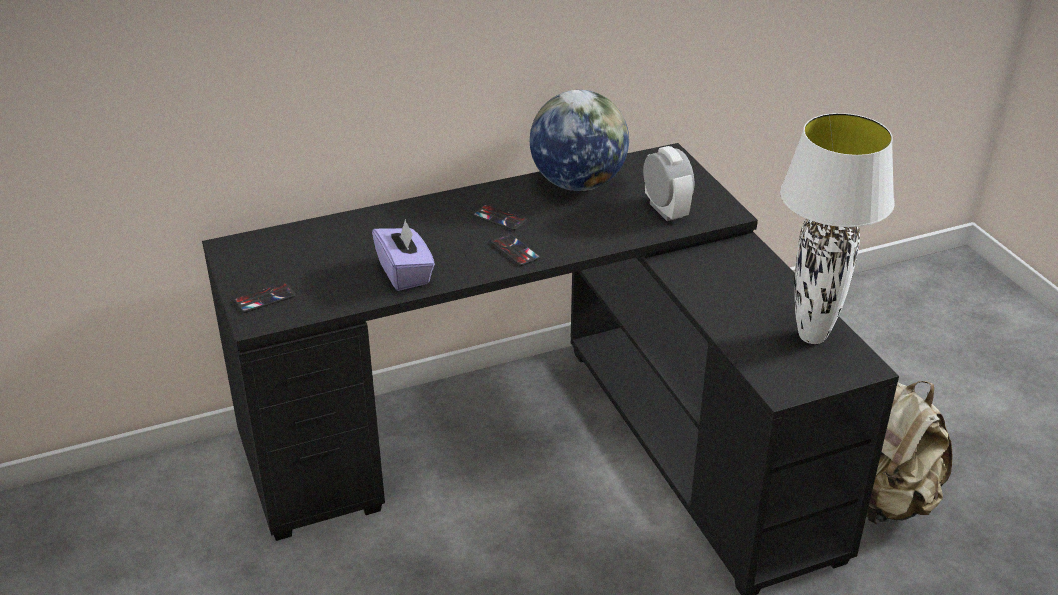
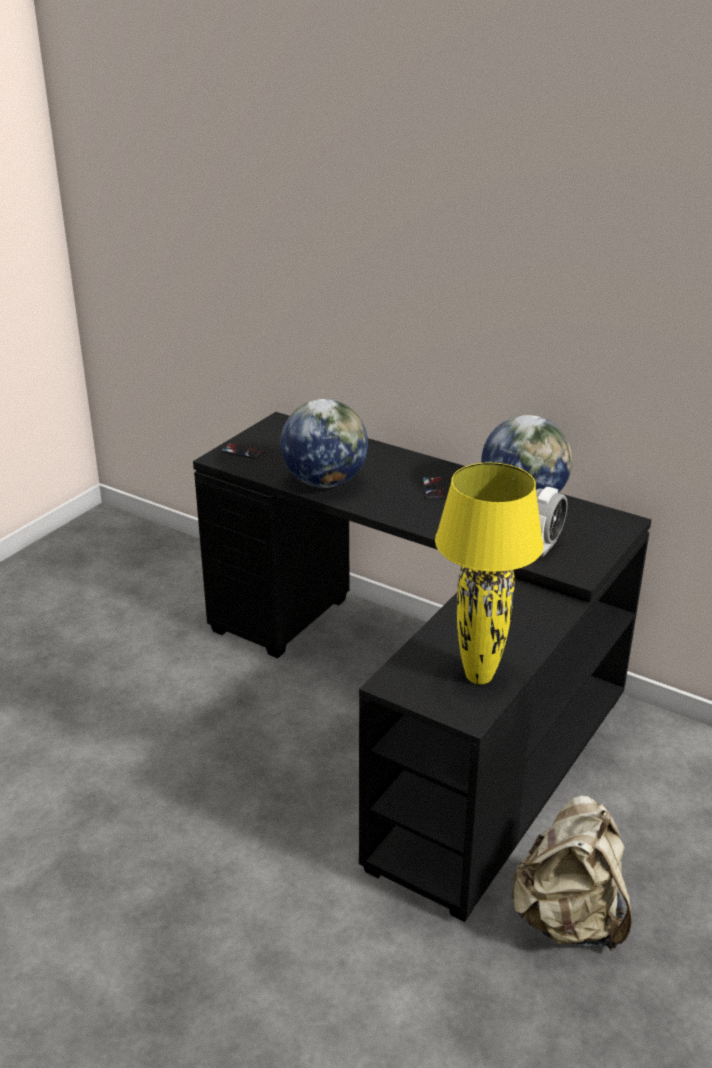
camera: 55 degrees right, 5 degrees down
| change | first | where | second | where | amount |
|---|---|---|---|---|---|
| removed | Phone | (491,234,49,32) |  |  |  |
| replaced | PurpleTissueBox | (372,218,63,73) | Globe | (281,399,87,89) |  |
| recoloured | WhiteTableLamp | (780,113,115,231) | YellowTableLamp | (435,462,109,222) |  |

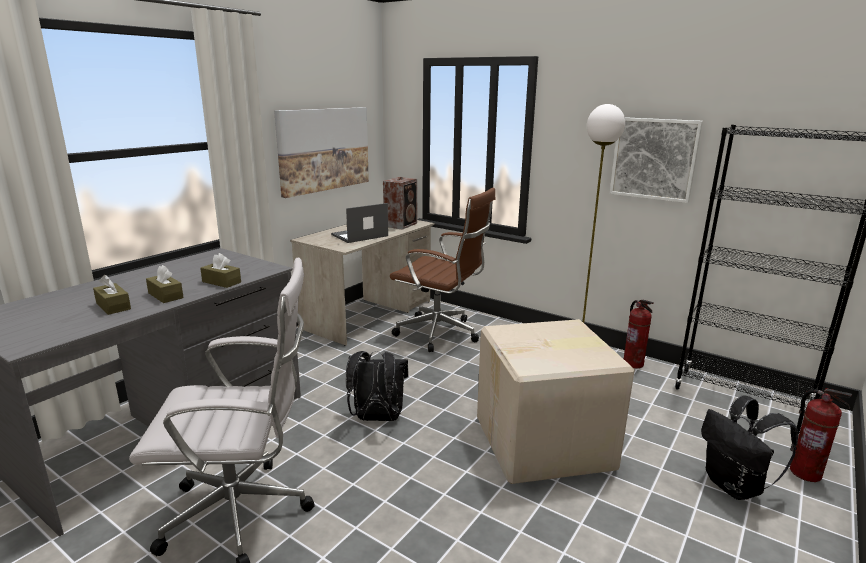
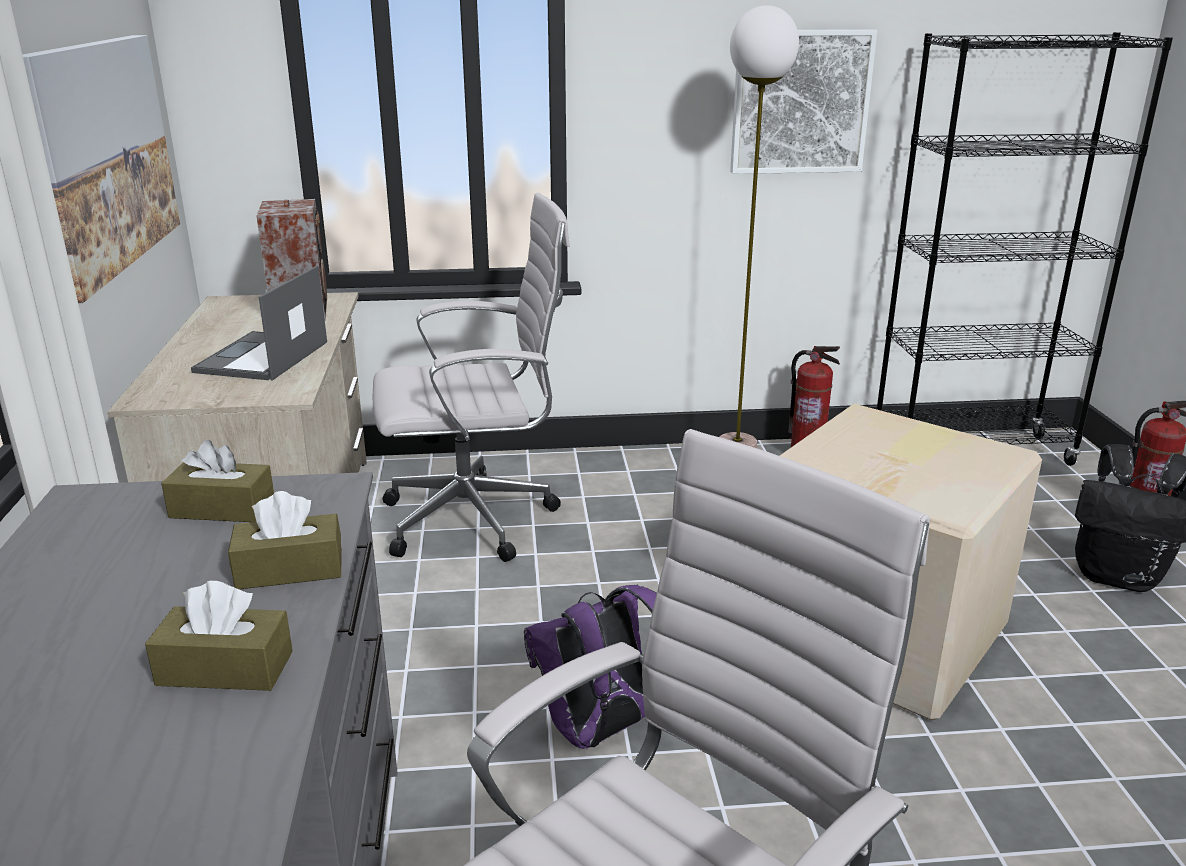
camera: 40 degrees left, 5 degrees up
| change | first | where | second | where | amount |
|---|---|---|---|---|---|
| moved | BrownTissueBox | (93,275,38,40) |  | (161,440,113,82) |  |
| recoloured | BlackBackpack | (346,351,62,70) | PurpleBackpack | (524,585,133,164) |  |
| recoloured | BrownOfficeChair | (390,188,106,164) | WhiteOfficeChair | (373,193,197,369) |  |

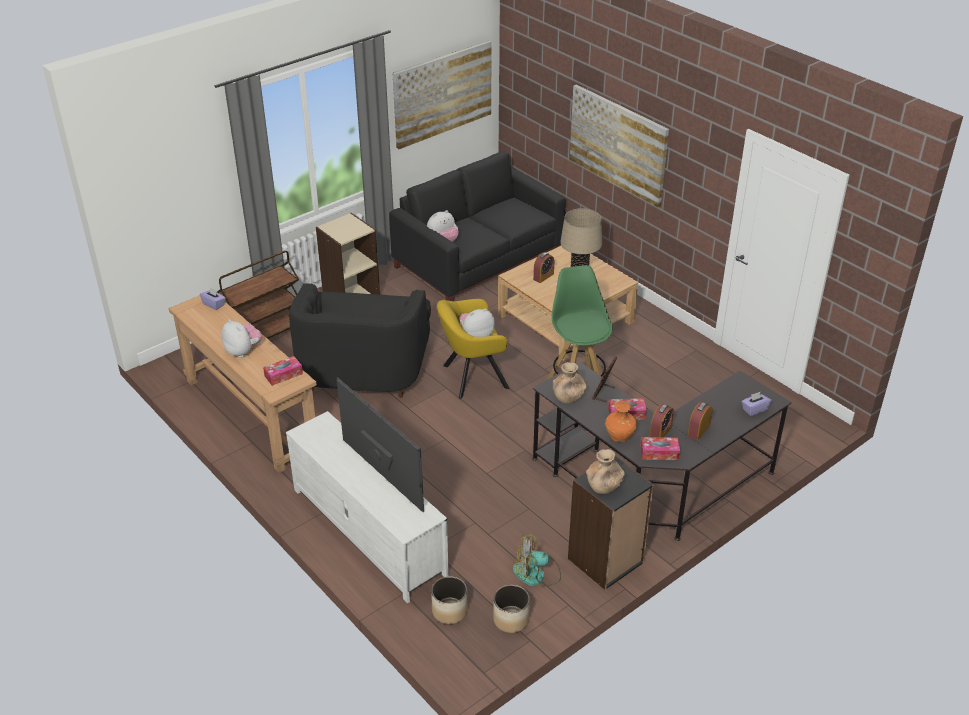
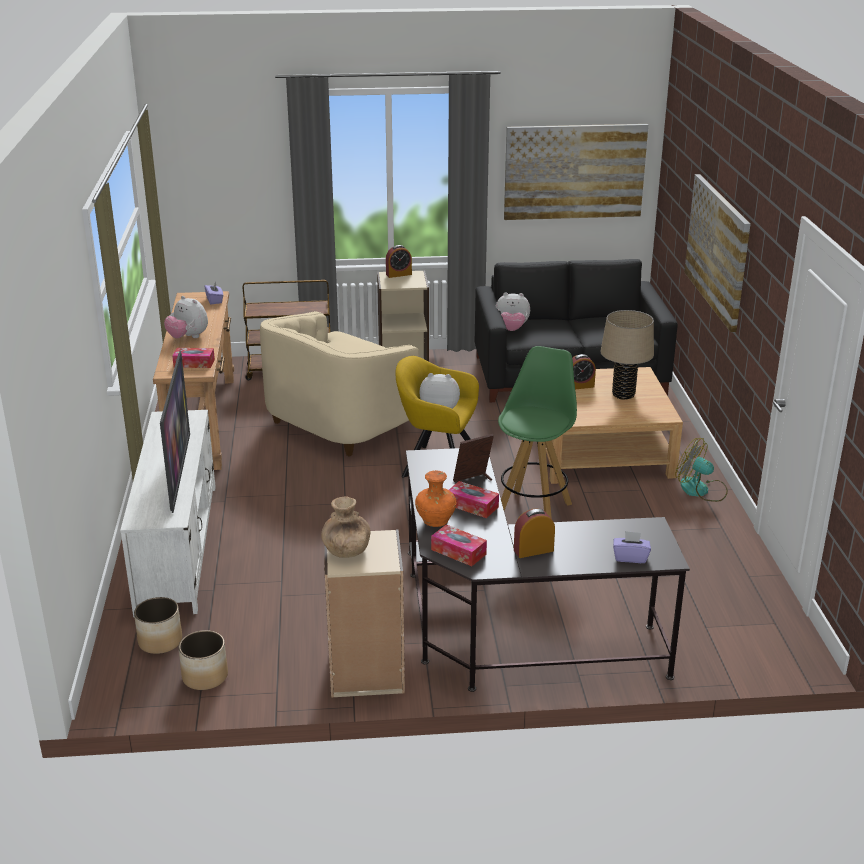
camera: 35 degrees right, 10 degrees down
| change | first | where | second | where | amount |
|---|---|---|---|---|---|
| removed | BrownVase | (553,362,34,41) |  |  |  |
| moved | Fan | (513,533,48,53) |  | (675,438,53,64) |  |
| moved | AlarmClock | (649,404,25,34) |  | (386,245,26,33) |  |
| recoloured | BlackArmchair | (289,283,142,115) | BeigeArmchair | (260,311,159,146) |  |
| recoloured | BlackBookcase | (568,456,86,134) | BeigeBookcase | (324,530,81,168) |  |
| turned | PlushToy | (222,319,40,39) |  | (164,296,44,42) | 135 degrees clockwise |

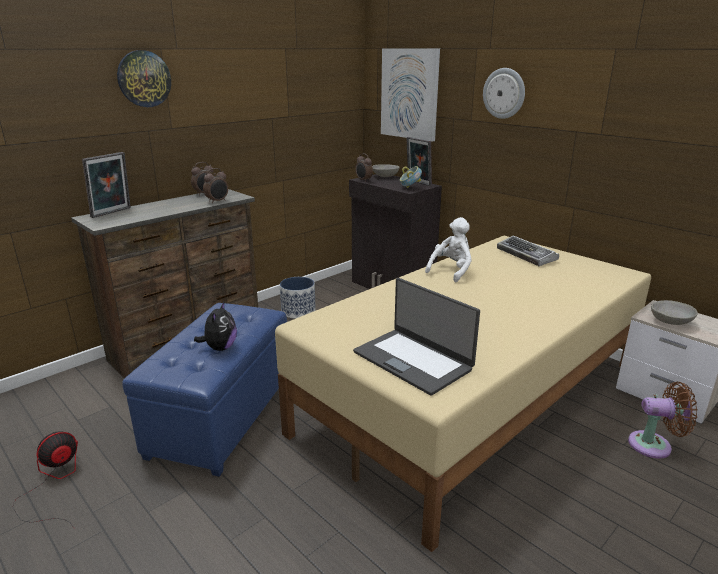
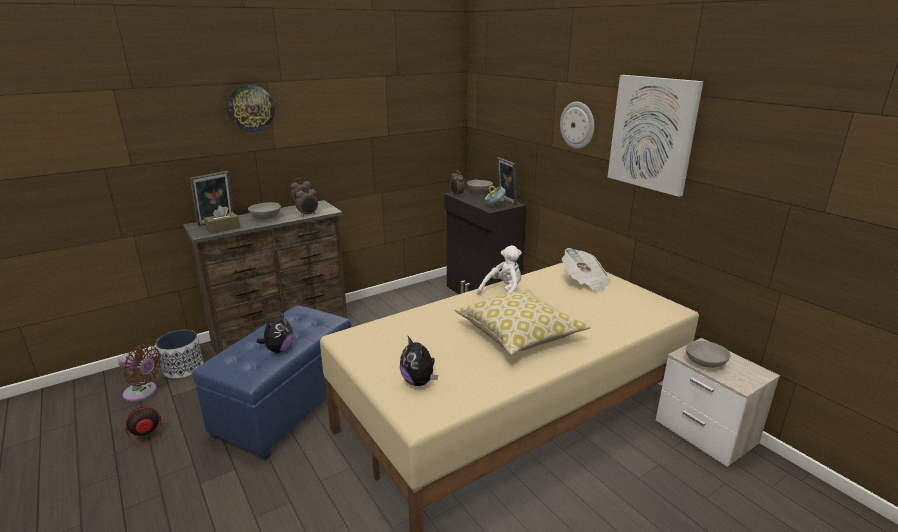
camera: 10 degrees right, 0 degrees up
| change | first | where | second | where | amount |
|---|---|---|---|---|---|
| added |  |  | BrownTissueBox | (204,205,36,29) |  |
| added |  |  | GreyBowl | (248,202,33,17) |  |
| added |  |  | Pillow | (455,289,135,66) |  |
| moved | Planter | (280,277,36,42) |  | (155,330,48,48) |  |
| moved | Picture | (381,48,59,94) |  | (608,75,95,122) |  |
| moved | BrownFan | (628,382,69,76) |  | (118,344,44,58) |  |
| replaced | Laptop | (353,278,127,118) | PlushToy | (400,336,38,50) |  |
| replaced | Keyboard | (497,236,62,30) | Newspaper | (562,248,49,45) |  |

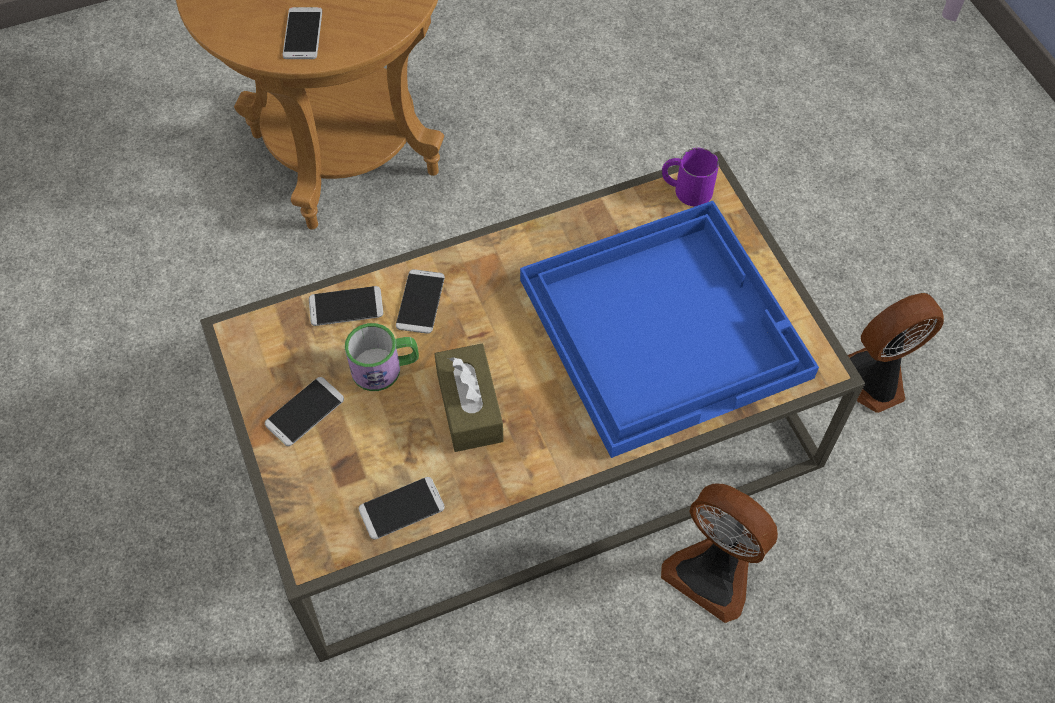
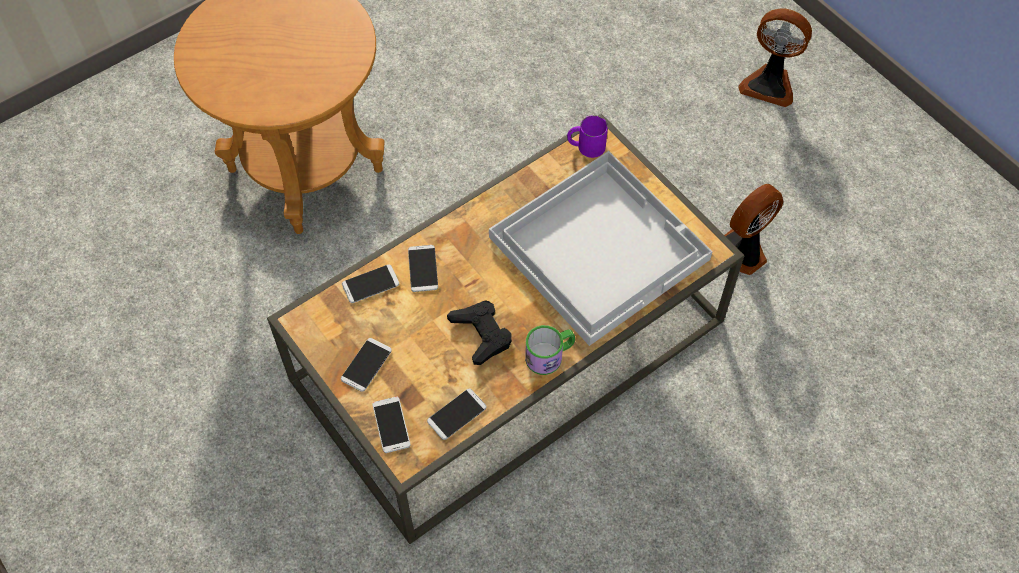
camera: 15 degrees left, 0 degrees up
| change | first | where | second | where | amount |
|---|---|---|---|---|---|
| moved | Phone | (283,7,39,52) |  | (372,397,39,56) |  |
| moved | Mug | (345,323,74,68) |  | (525,325,50,50) |  |
| moved | Fan | (661,484,117,139) |  | (738,8,74,99) |  |
| replaced | BrownTissueBox | (434,344,70,108) | BlackGameController | (447,300,65,65) |  |
| recoloured | BlueTray | (520,201,299,257) | WhiteTray | (489,151,224,195) |  |

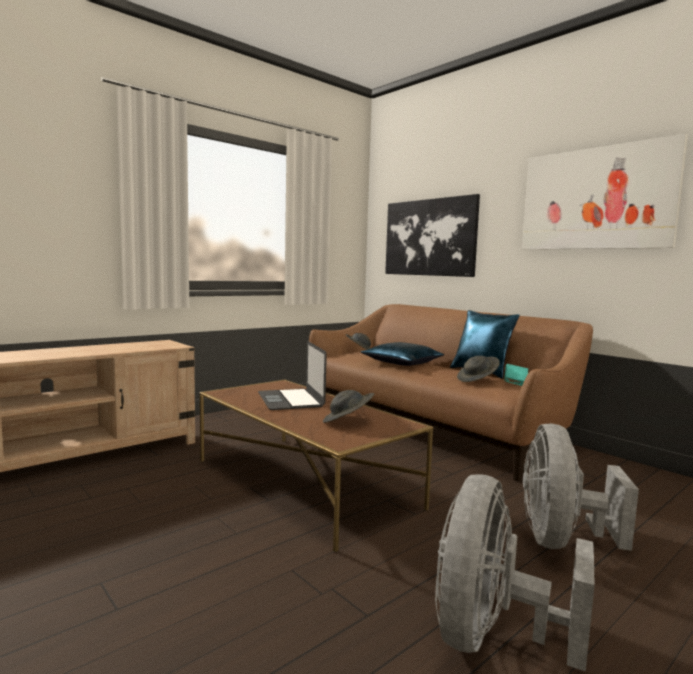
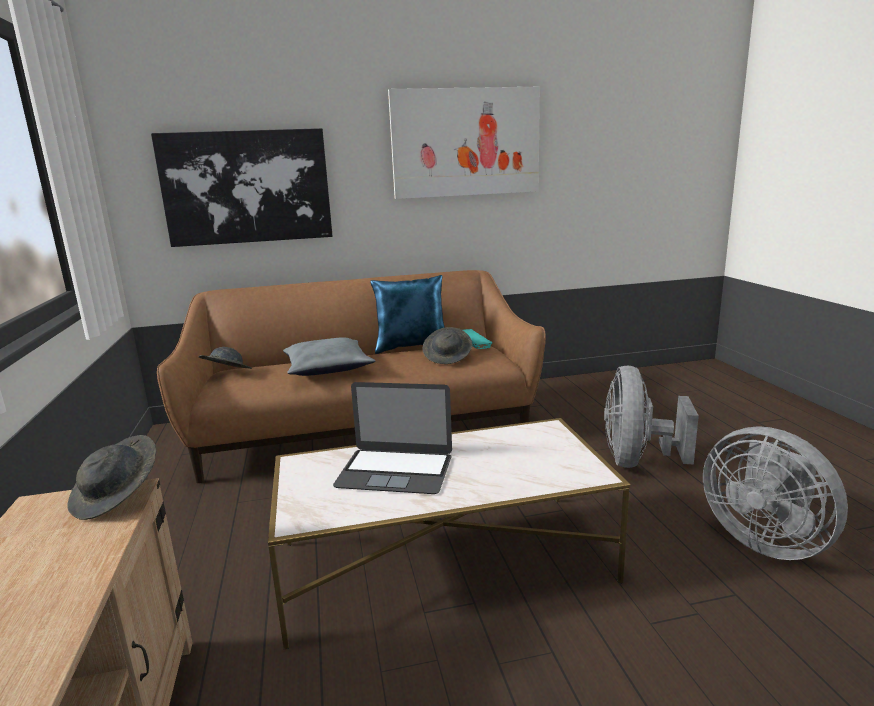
camera: 60 degrees left, 10 degrees up
| change | first | where | second | where | amount |
|---|---|---|---|---|---|
| moved | GreyHat | (323,390,51,33) |  | (68,435,88,85) |  |
| recoloured | BrownCoffeeTable | (200,380,233,173) | WhiteCoffeeTable | (268,418,362,231) |  |
| recoloured | BluePillow | (361,342,83,24) | GreyPillow | (283,337,92,39) |  |
| turned | GreyFan | (523,424,116,127) |  | (604,366,95,102) | 60 degrees clockwise |

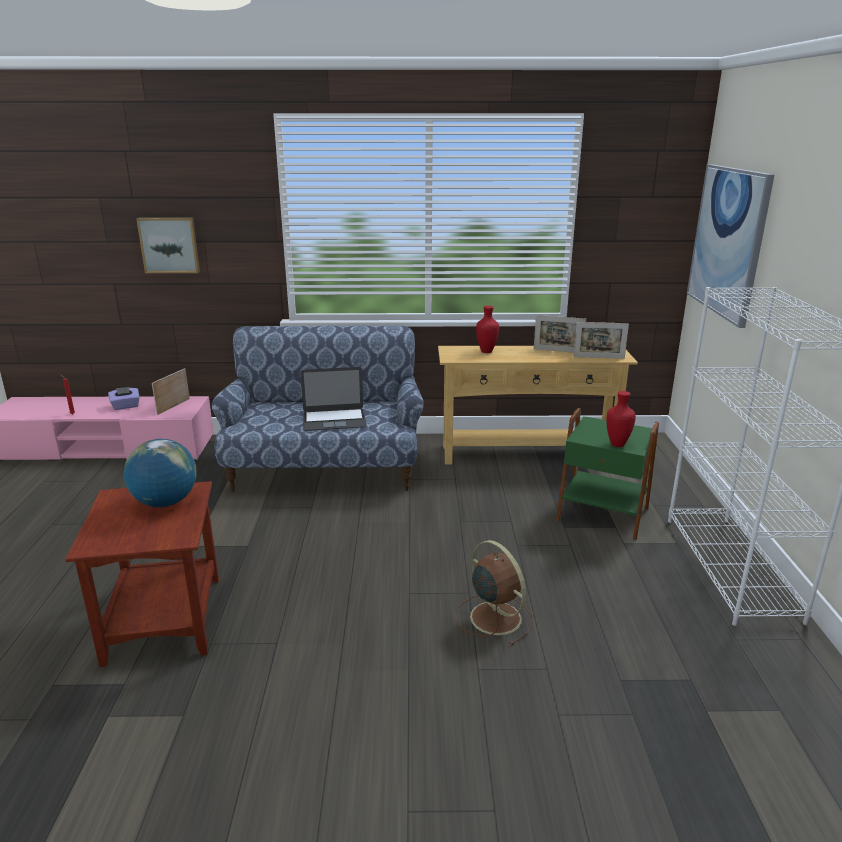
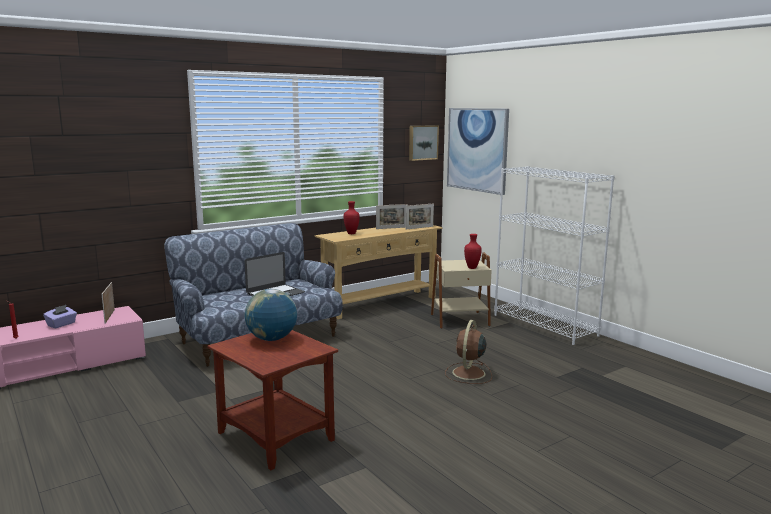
camera: 35 degrees left, 10 degrees down
| change | first | where | second | where | amount |
|---|---|---|---|---|---|
| moved | Picture | (136,217,64,56) |  | (409,125,30,36) |  |
| recoloured | GreenSideTable | (556,408,103,132) | BeigeSideTable | (431,252,61,77) |  |
| turned | BrownFan | (455,540,79,106) |  | (445,320,47,64) | 90 degrees counterclockwise |

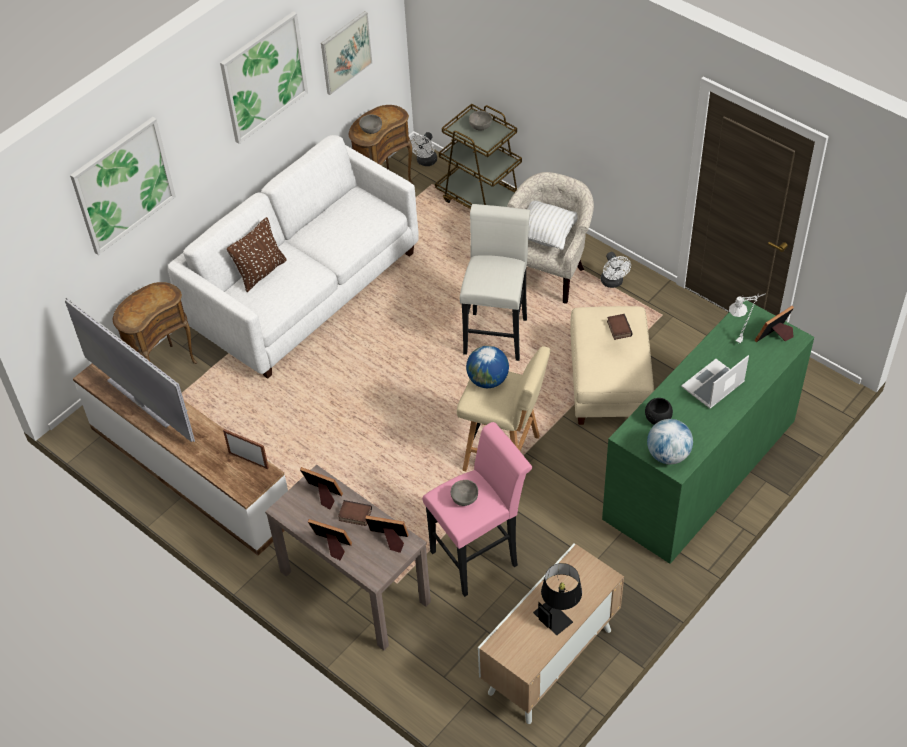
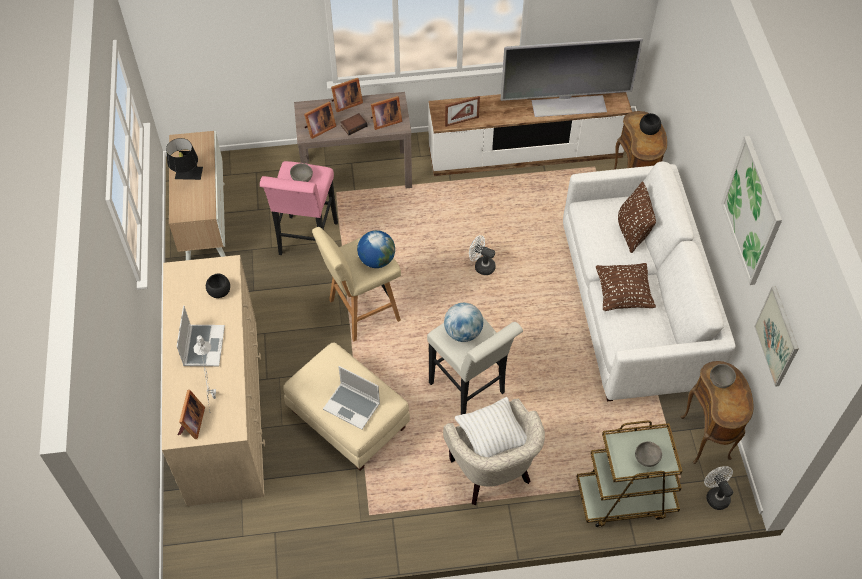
camera: 130 degrees right, 5 degrees up
| change | first | where | second | where | amount |
|---|---|---|---|---|---|
| removed | Picture | (70,117,106,138) |  |  |  |
| added |  |  | BrownPillow | (596,263,60,48) |  |
| added |  |  | BlackBowl | (640,113,21,22) |  |
| moved | WhiteFan | (601,252,30,36) |  | (469,235,27,40) |  |
| moved | Globe | (647,419,46,45) |  | (444,303,39,39) |  |
| replaced | Book | (607,314,26,26) | Laptop | (323,366,57,64) |  |
| recoloured | GreenDresser | (602,299,212,265) | BeigeDresser | (162,255,103,251) |  |

